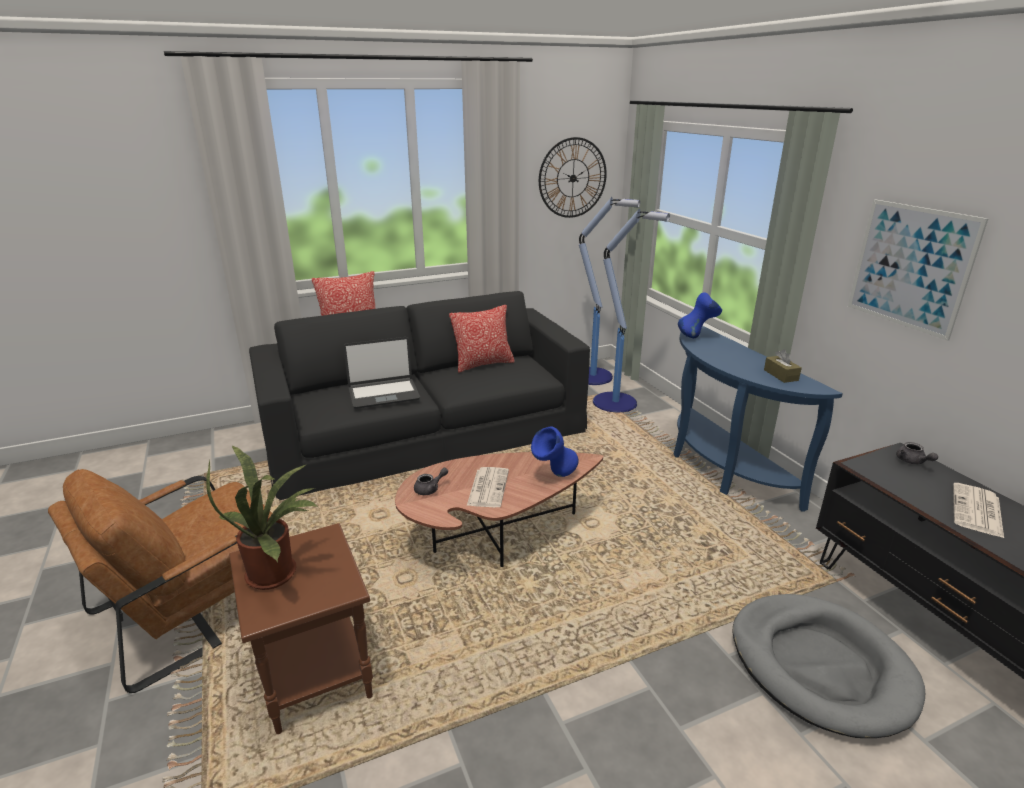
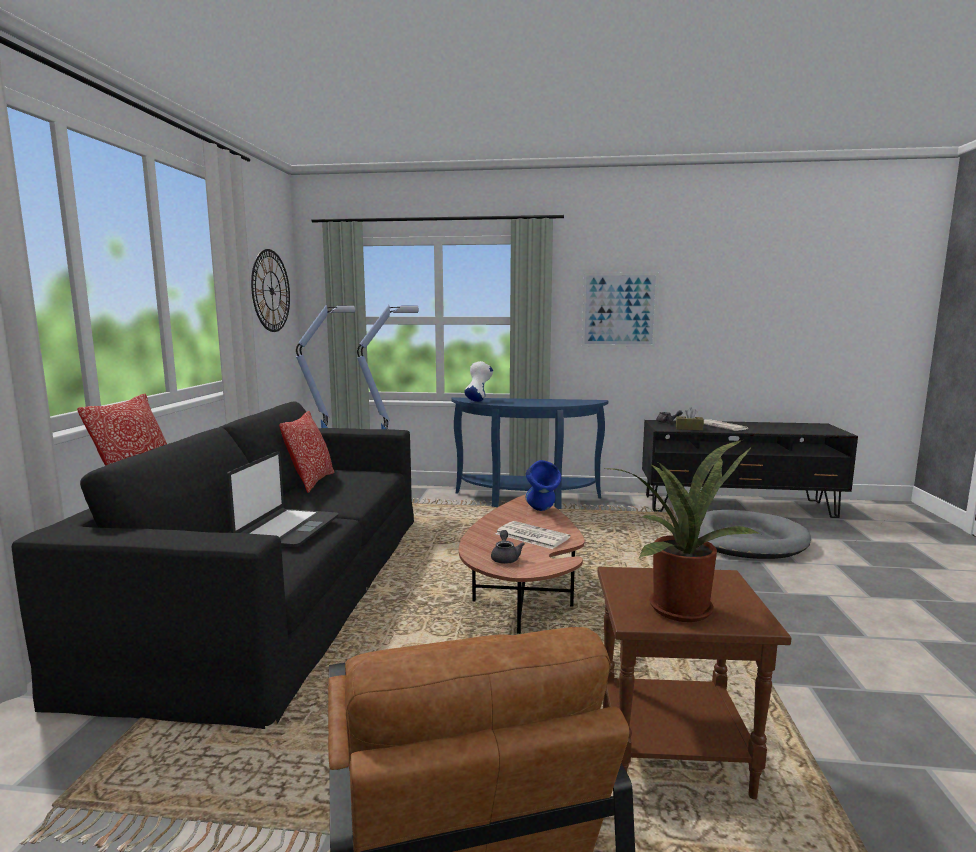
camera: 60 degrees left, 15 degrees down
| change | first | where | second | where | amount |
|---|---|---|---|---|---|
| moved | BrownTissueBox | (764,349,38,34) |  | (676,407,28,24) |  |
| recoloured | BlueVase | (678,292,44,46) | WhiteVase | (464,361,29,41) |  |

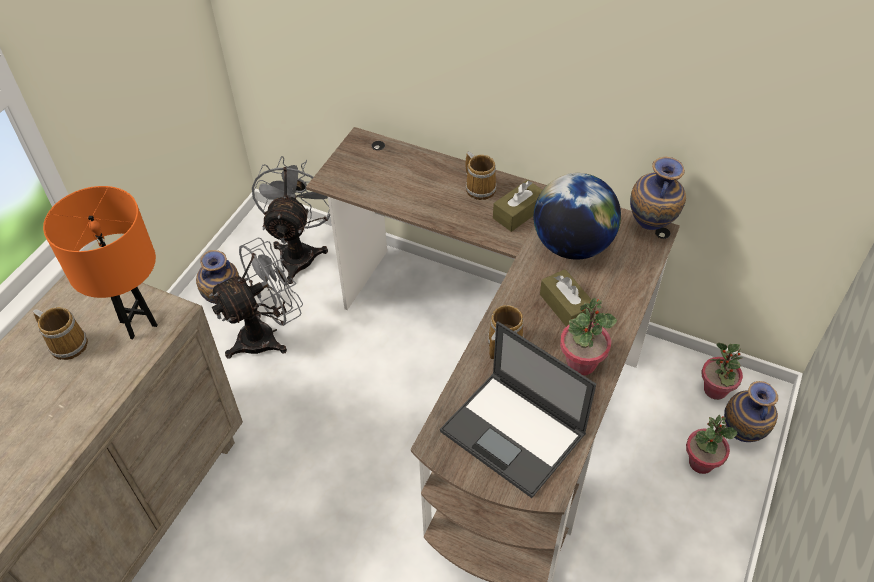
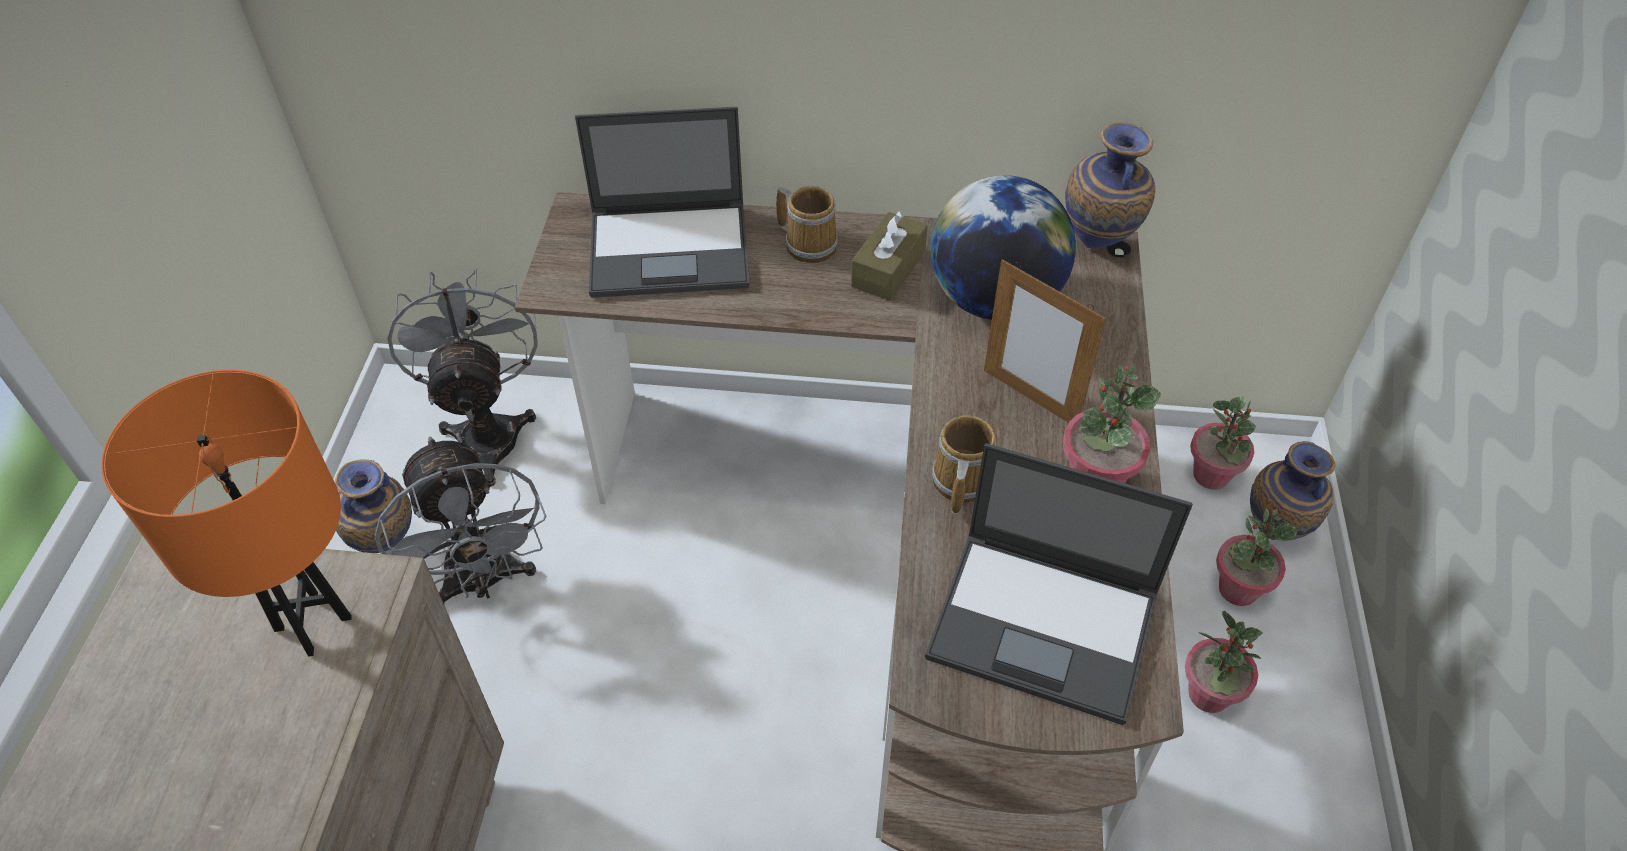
camera: 20 degrees left, 0 degrees up
| change | first | where | second | where | amount |
|---|---|---|---|---|---|
| removed | Mug | (33,307,55,53) |  |  |  |
| added |  |  | Laptop | (575,107,174,191) |  |
| added |  |  | PottedPlant | (1185,611,78,102) |  |
| replaced | BrownTissueBox | (540,269,56,58) | PictureFrame | (984,259,122,164) |  |
| turned | GreyFan | (209,238,94,121) |  | (375,436,172,170) | 120 degrees clockwise |

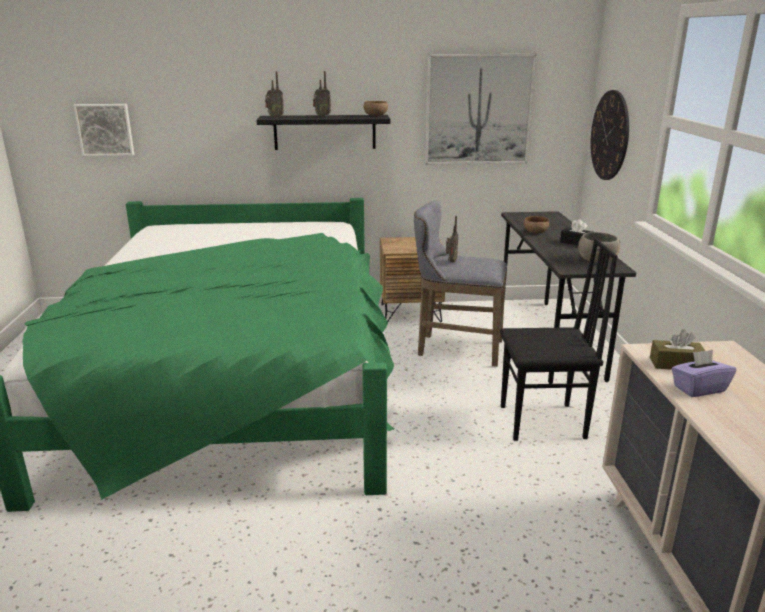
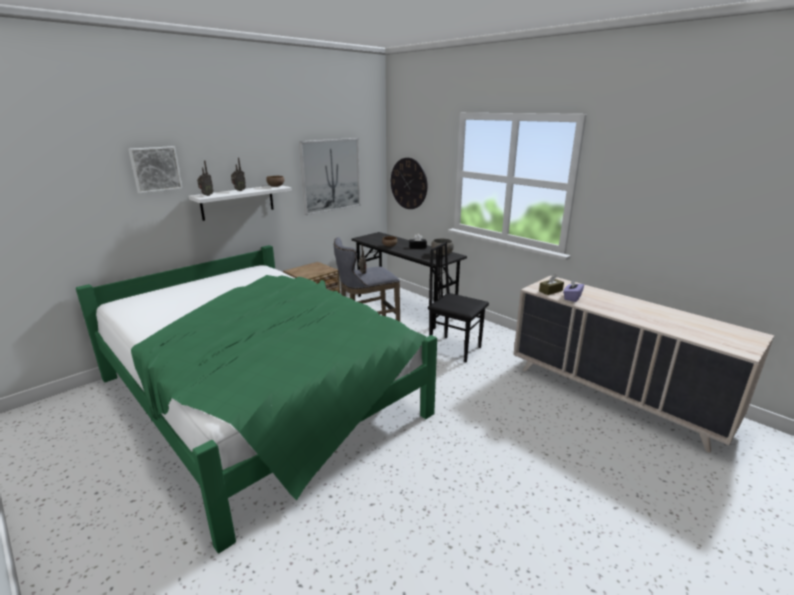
camera: 40 degrees left, 0 degrees up
| change | first | where | second | where | amount |
|---|---|---|---|---|---|
| moved | Picture | (73,104,61,52) |  | (128,146,55,47) |  |
| recoloured | BlackShelf | (257,115,133,35) | WhiteShelf | (189,185,103,36) |  |
| turned | BlackChair | (500,238,118,203) |  | (428,242,61,120) | 105 degrees counterclockwise |

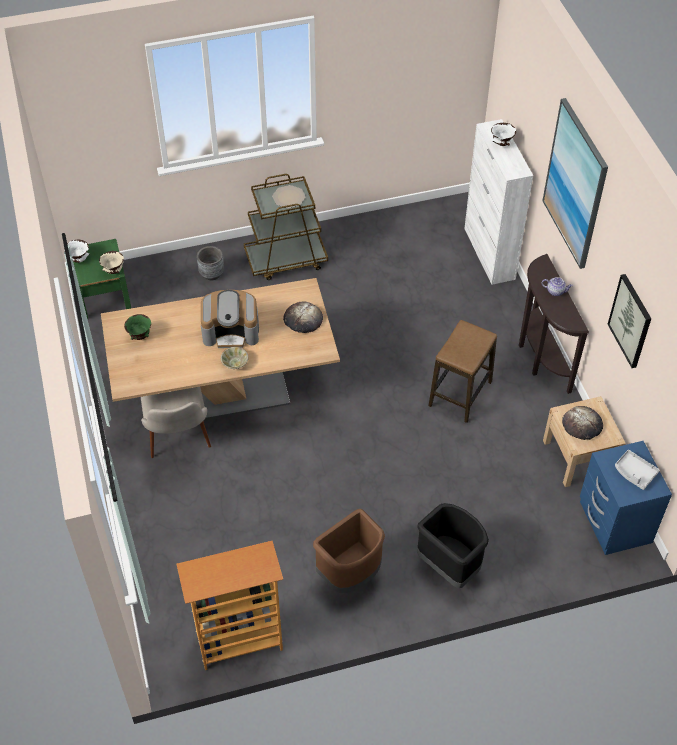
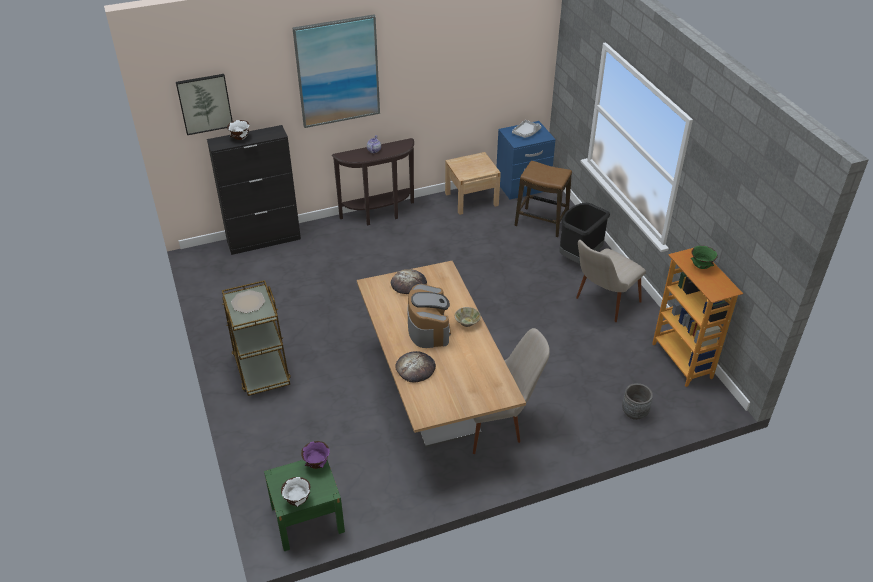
camera: 95 degrees left, 10 degrees down
| change | first | where | second | where | amount |
|---|---|---|---|---|---|
| moved | GreenBowl | (124,314,27,26) |  | (691,246,27,23) |  |
| moved | GreyPlanter | (197,246,27,34) |  | (622,383,31,37) |  |
| moved | Stool | (429,320,68,103) |  | (514,160,58,77) |  |
| moved | Bread | (562,406,41,34) |  | (395,351,41,32) |  |
| moved | Picture | (608,274,43,94) |  | (176,74,57,61) |  |
| replaced | BrownTrashCan | (313,509,72,84) | BeigeChair | (576,240,70,82) |  |
| recoloured | BeigeBowl | (99,251,25,23) | PurpleBowl | (301,441,29,28) |  |
| recoloured | WhiteCabinet | (464,119,69,166) | BlackCabinet | (207,125,94,130) |  |

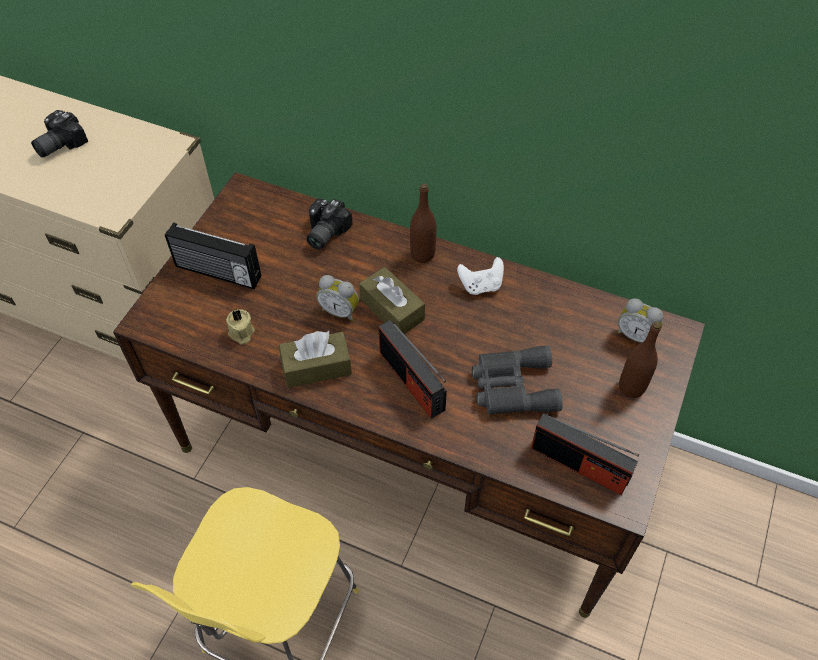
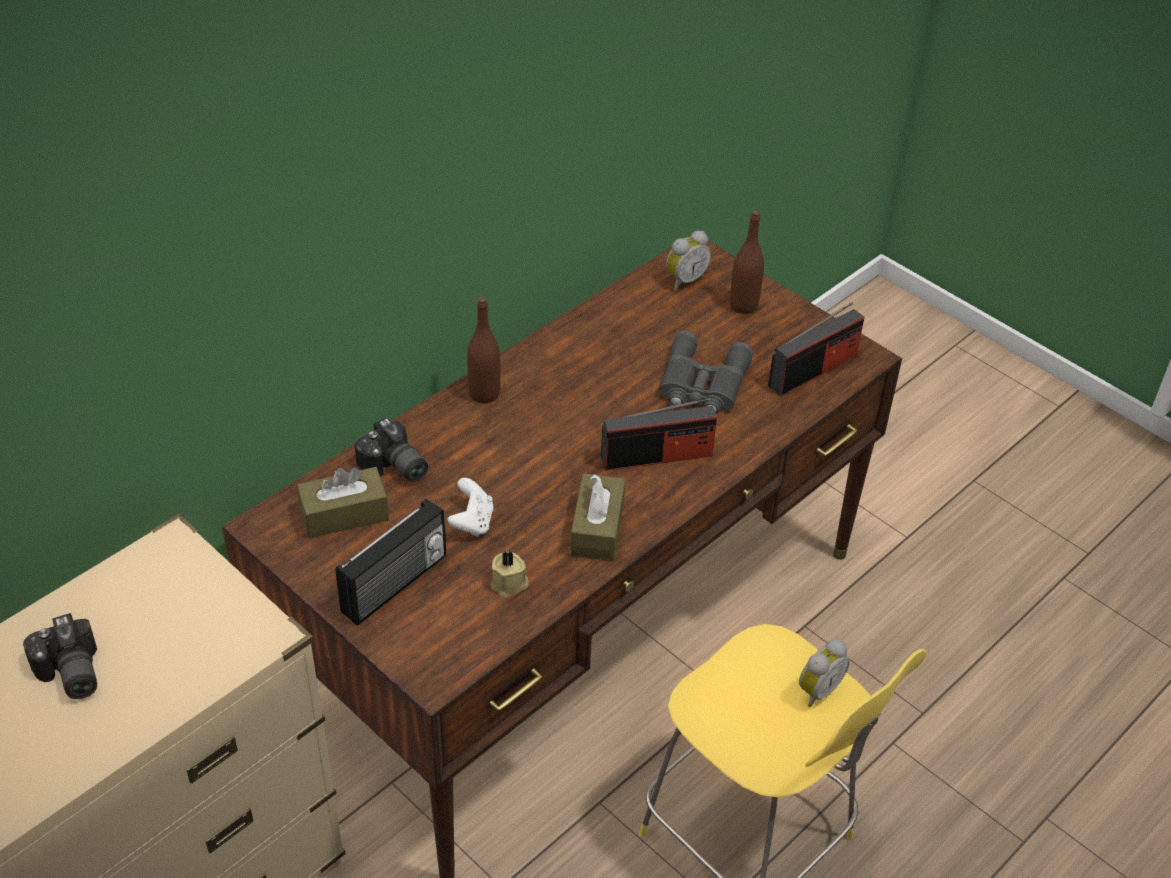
camera: 70 degrees left, 10 degrees down
| change | first | where | second | where | amount |
|---|---|---|---|---|---|
| moved | AlarmClock | (317,275,42,47) |  | (799,639,50,68) |  |
| moved | BrownTissueBox | (359,267,66,67) |  | (297,467,92,71) |  |
| moved | WhiteGameController | (457,257,47,38) |  | (448,478,46,59) |  |

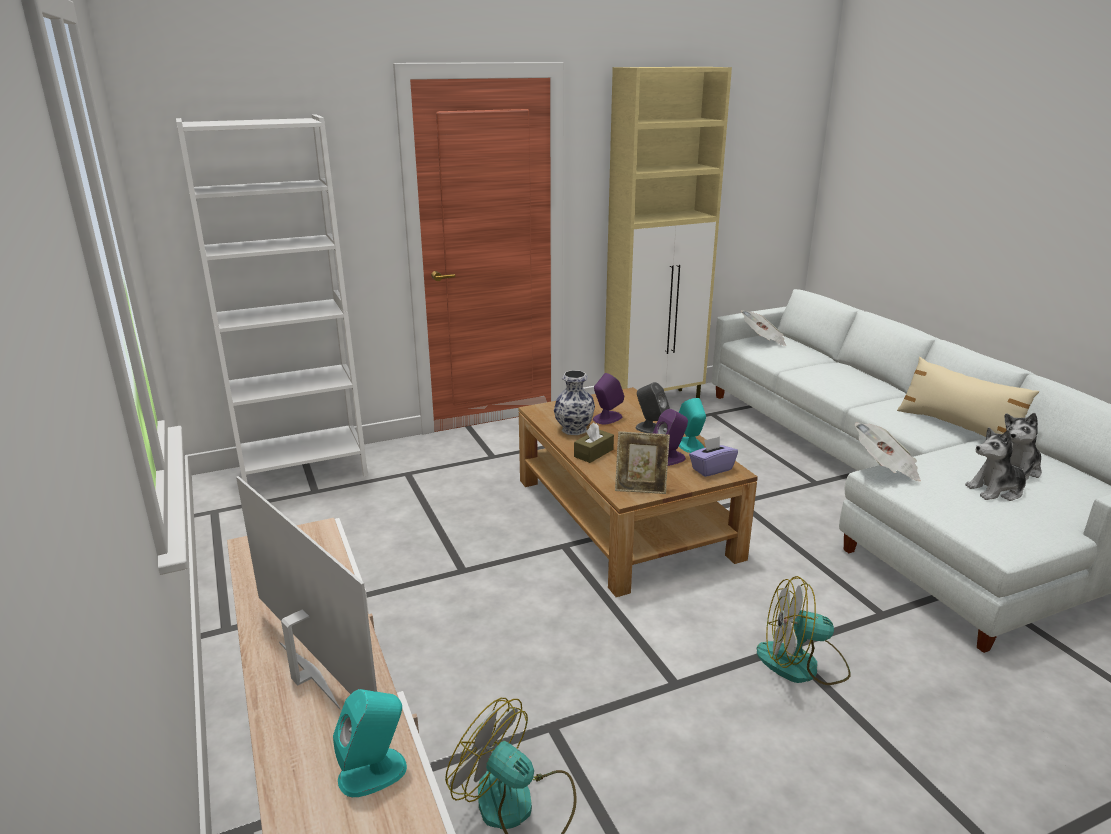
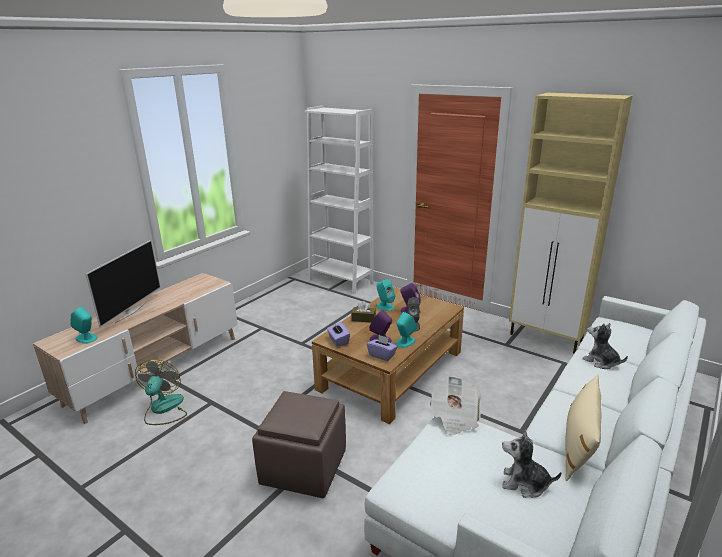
camera: 60 degrees right, 0 degrees up
| change | first | where | second | where | amount |
|---|---|---|---|---|---|
| removed | Newspaper | (741,310,45,36) |  |  |  |
| moved | PlushToy | (965,428,69,73) |  | (582,323,46,46) |  |
| replaced | Vase | (554,370,41,65) | TurquoiseSpeaker | (376,279,19,32) |  |
| replaced | PictureFrame | (615,431,55,63) | PurpleTissueBox | (327,322,23,25) |  |
| replaced | Fan | (757,576,94,109) | BrownOttoman | (252,391,94,107) |  |

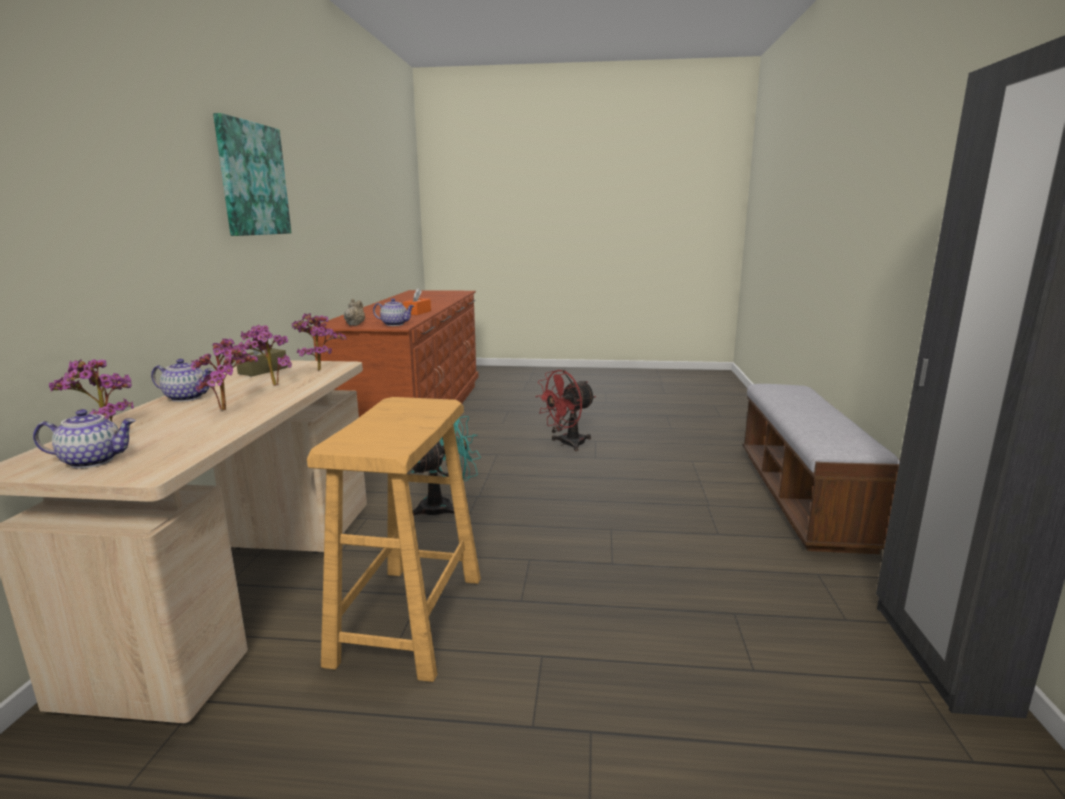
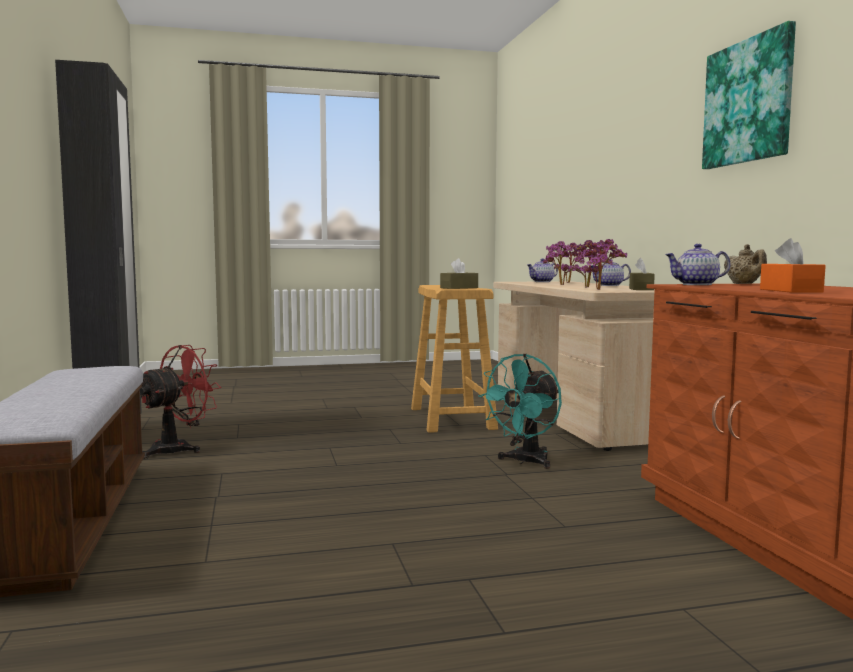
camera: 160 degrees right, 10 degrees down
| change | first | where | second | where | amount |
|---|---|---|---|---|---|
| added |  |  | BrownTissueBox | (440,258,38,31) |  |
| moved | RedFan | (535,370,61,81) |  | (140,345,81,114) |  |

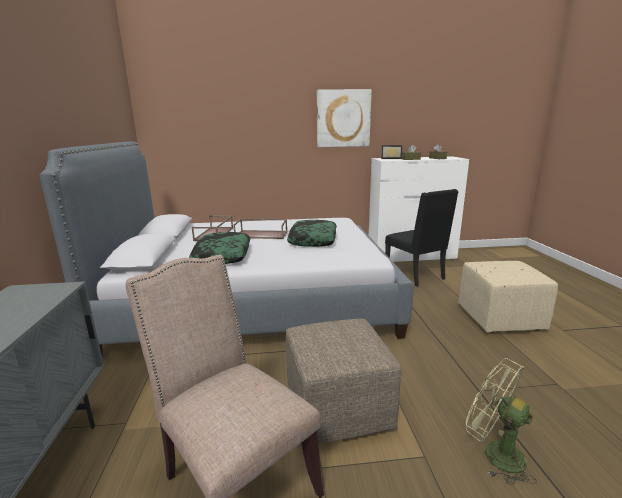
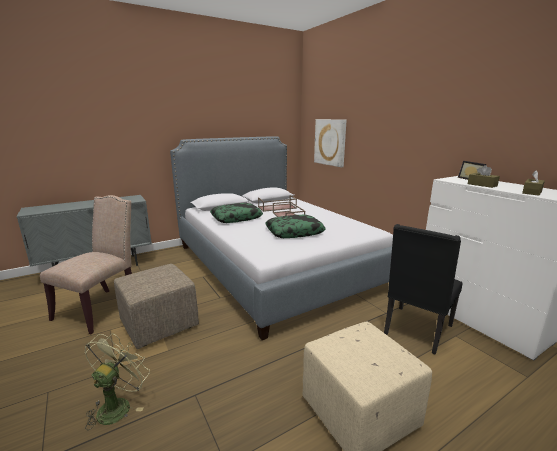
camera: 65 degrees right, 0 degrees up
| change | first | where | second | where | amount |
|---|---|---|---|---|---|
| moved | Picture | (317,89,55,58) |  | (314,119,33,48) |  |

